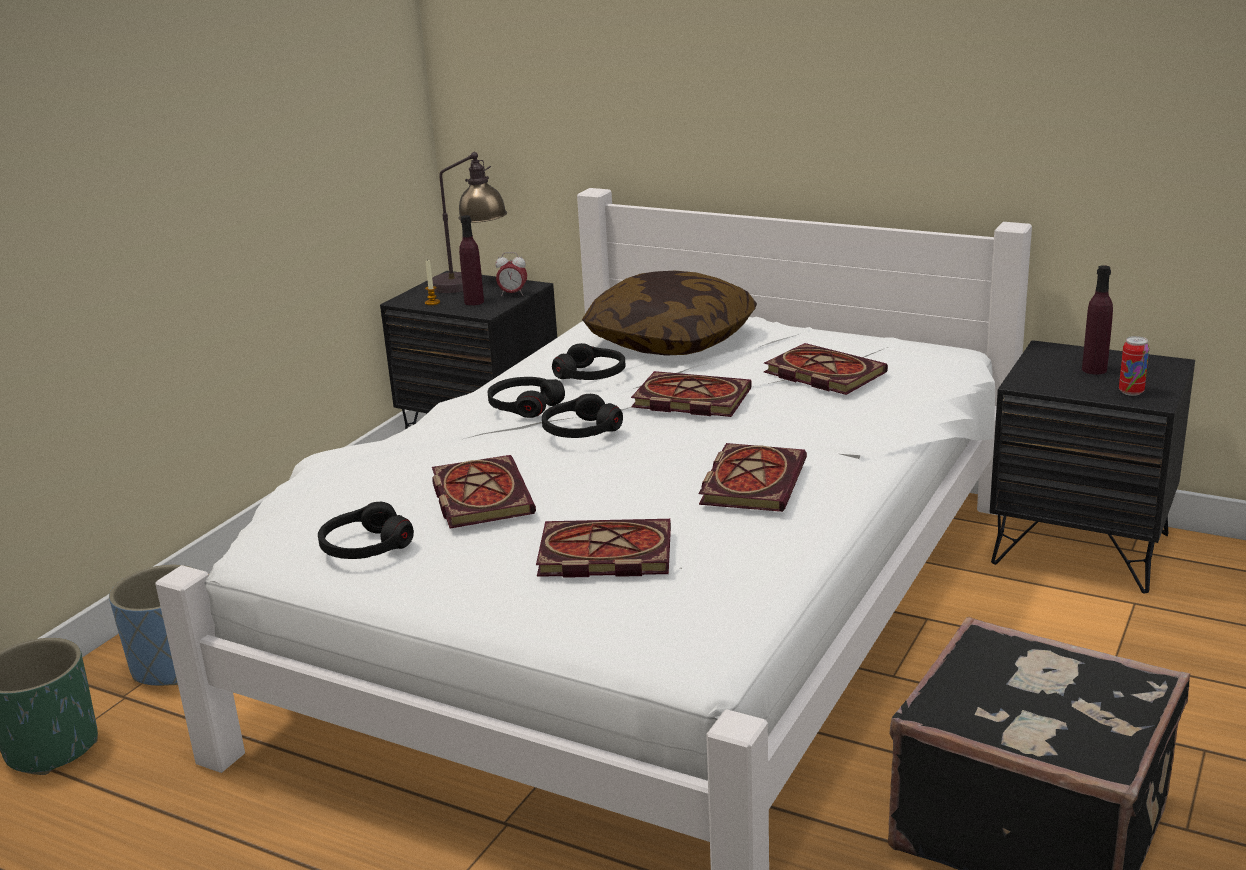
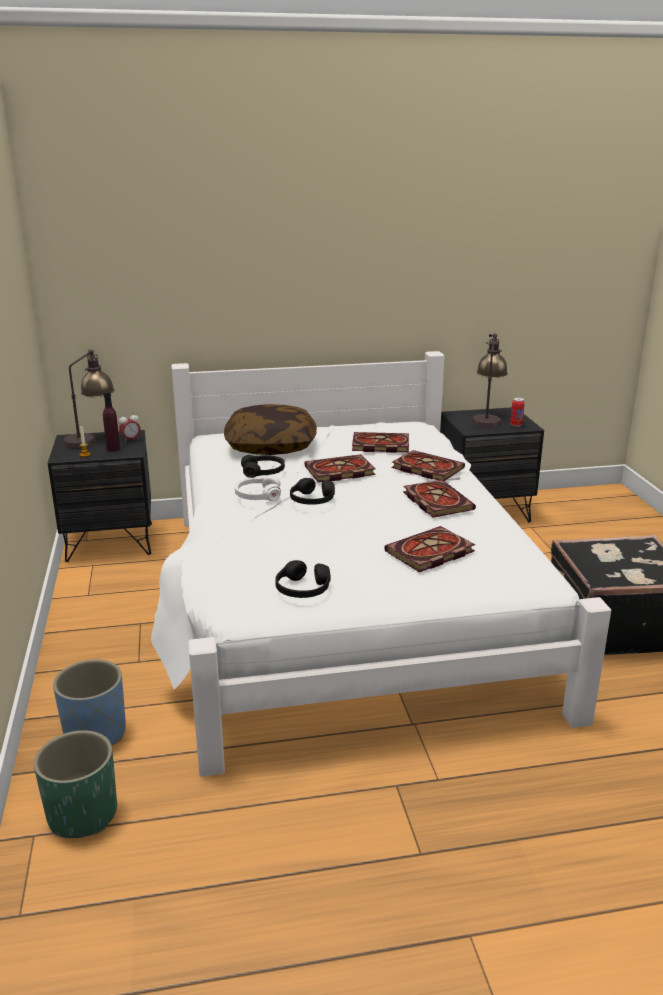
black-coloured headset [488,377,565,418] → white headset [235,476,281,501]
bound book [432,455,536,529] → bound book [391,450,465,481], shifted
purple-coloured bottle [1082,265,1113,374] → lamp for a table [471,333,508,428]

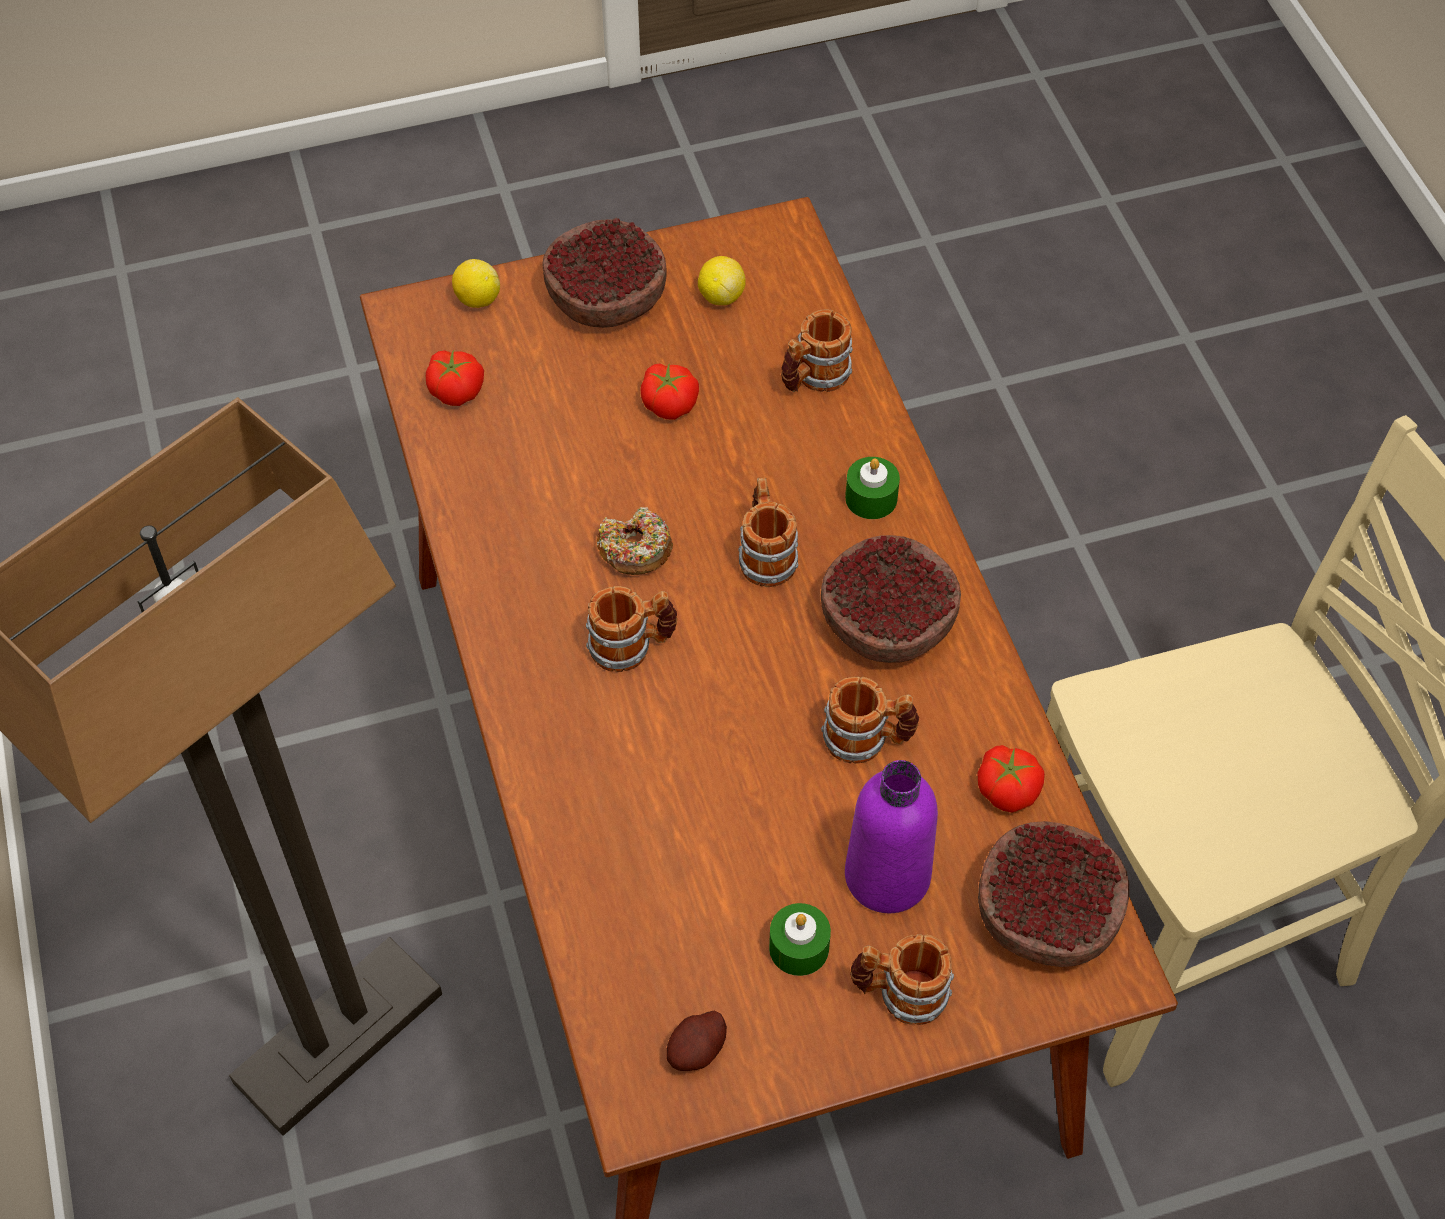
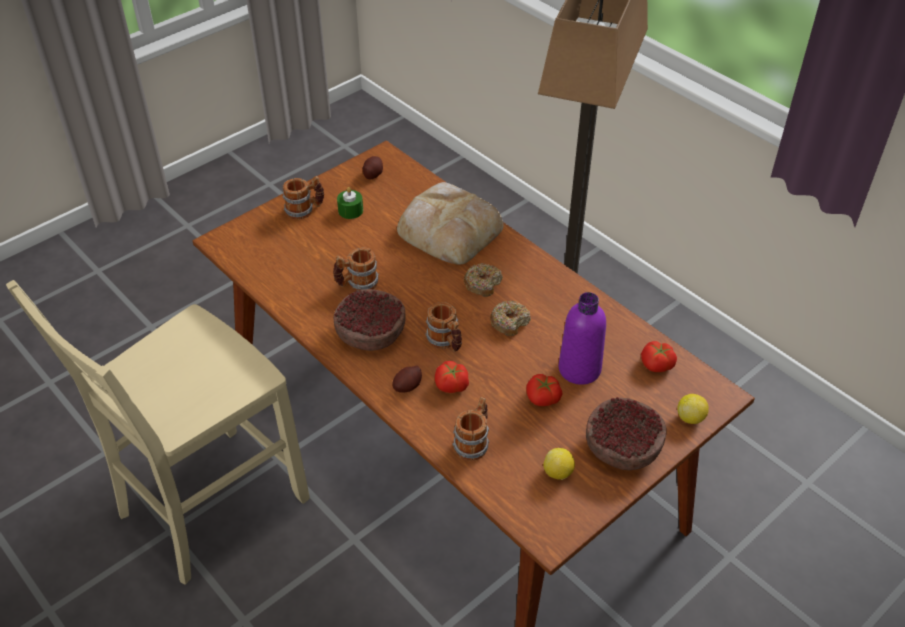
green candle [845,457,900,519] → whole potato [392,366,422,393]
- → bakery bread [397,182,504,265]
fresh tomato [978,745,1045,813] → fresh tomato [435,361,469,393], shifted
mug [586,586,677,672] → donut [464,263,503,297]
purple-coloured bottle [845,760,938,913] → purple-coloured bottle [559,292,606,385], shifted
serving bowl [978,821,1129,967] → -

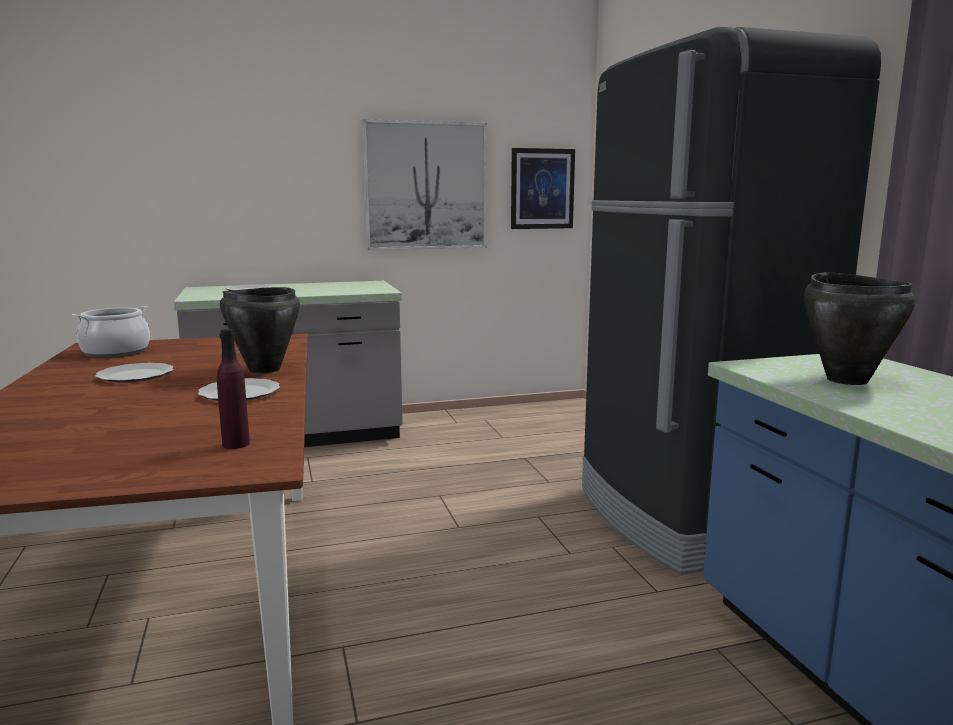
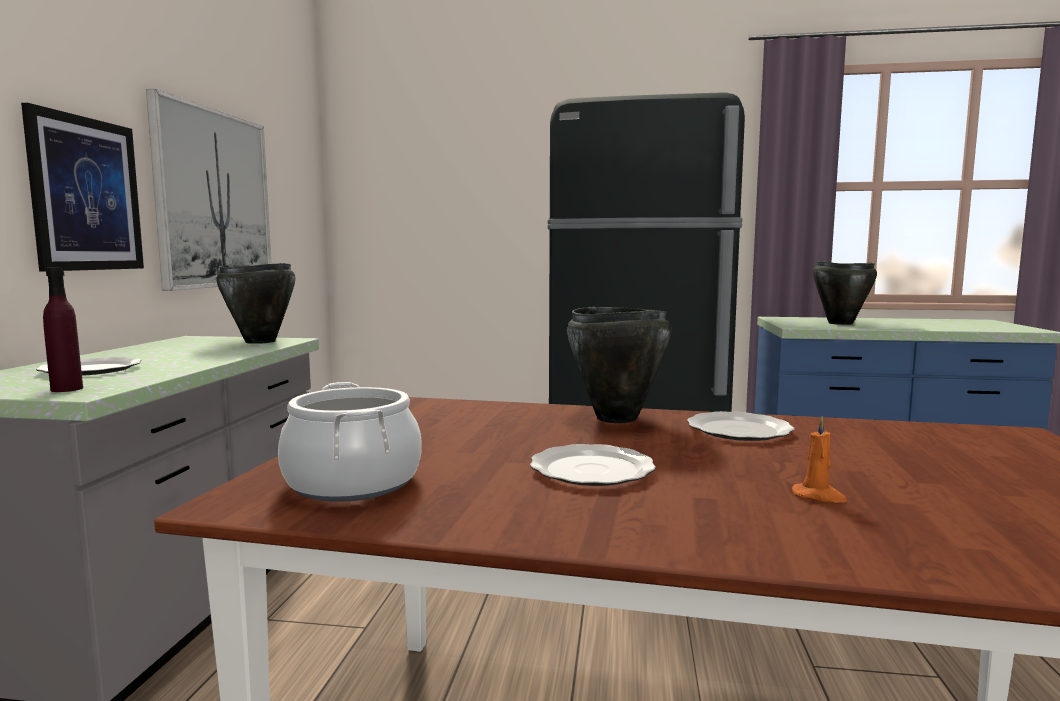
picture [511,148,575,229] → picture [21,103,144,271], shifted
purple-coloured bottle [217,329,250,449] → purple-coloured bottle [43,268,83,392], shifted
- → black-coloured cooking pot [216,263,295,344]
- → orange candle [792,416,847,503]

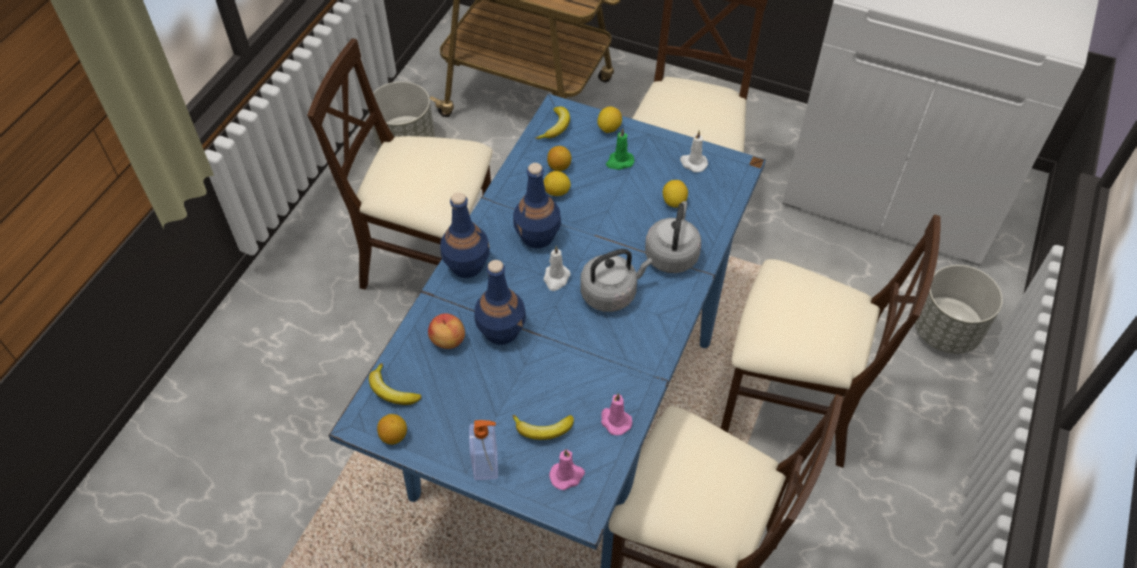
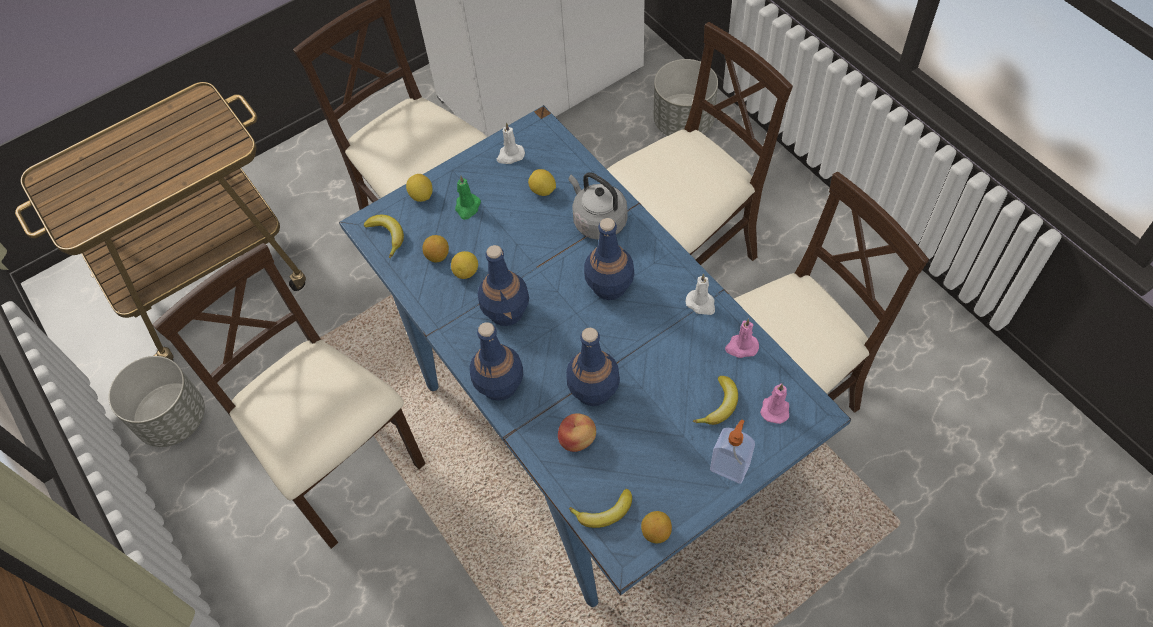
sand-coloured chair [307,39,493,290] → sand-coloured chair [152,243,426,549], 90 degrees clockwise
greyish kettle [580,249,653,312] → blue bottle [584,218,634,300]
white candle [544,246,571,291] → white candle [685,274,715,315], shifted

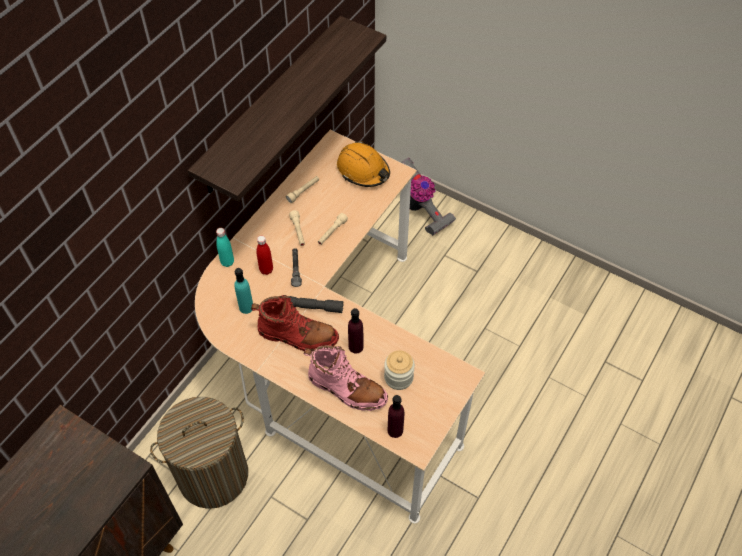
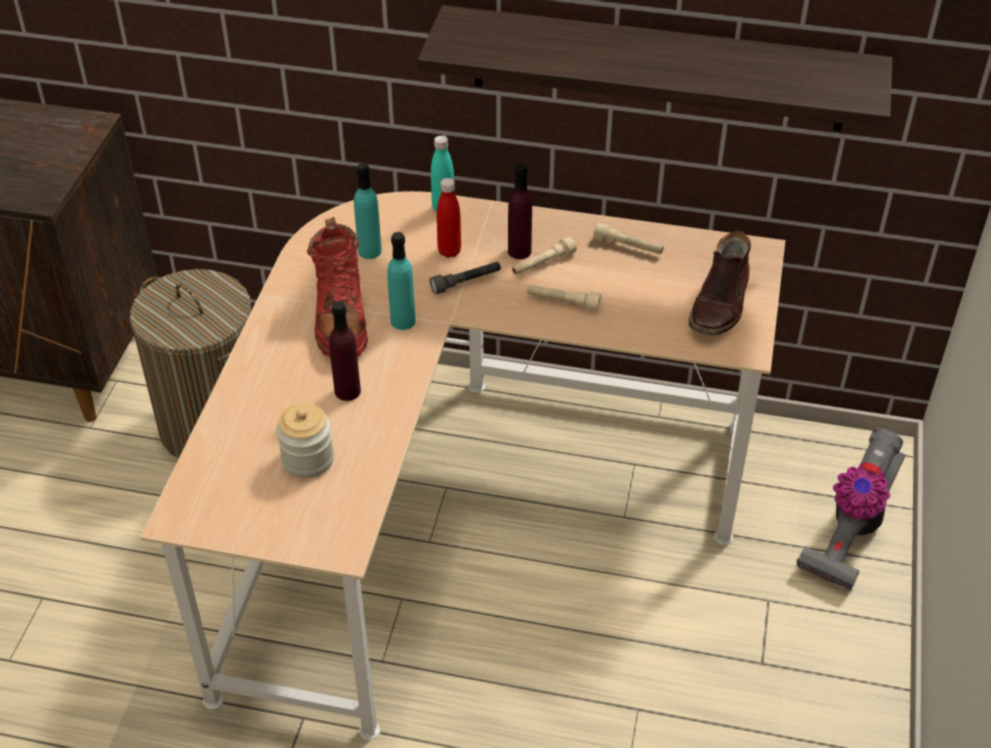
greyish flashlight [287,296,344,313] → turquoise bottle [387,232,416,330]
purple-coloured bottle [387,395,404,438] → purple-coloured bottle [508,163,532,259], shifted
orange work helmet [337,142,390,187] → brown boot [689,231,751,335]
pink-coloured boot [303,345,388,411] → -

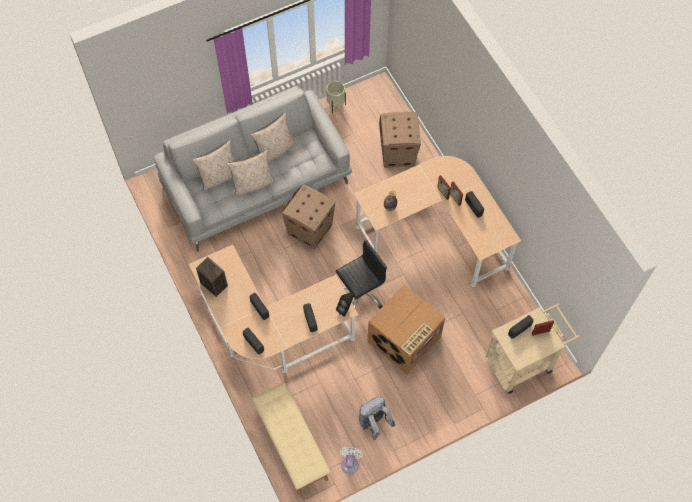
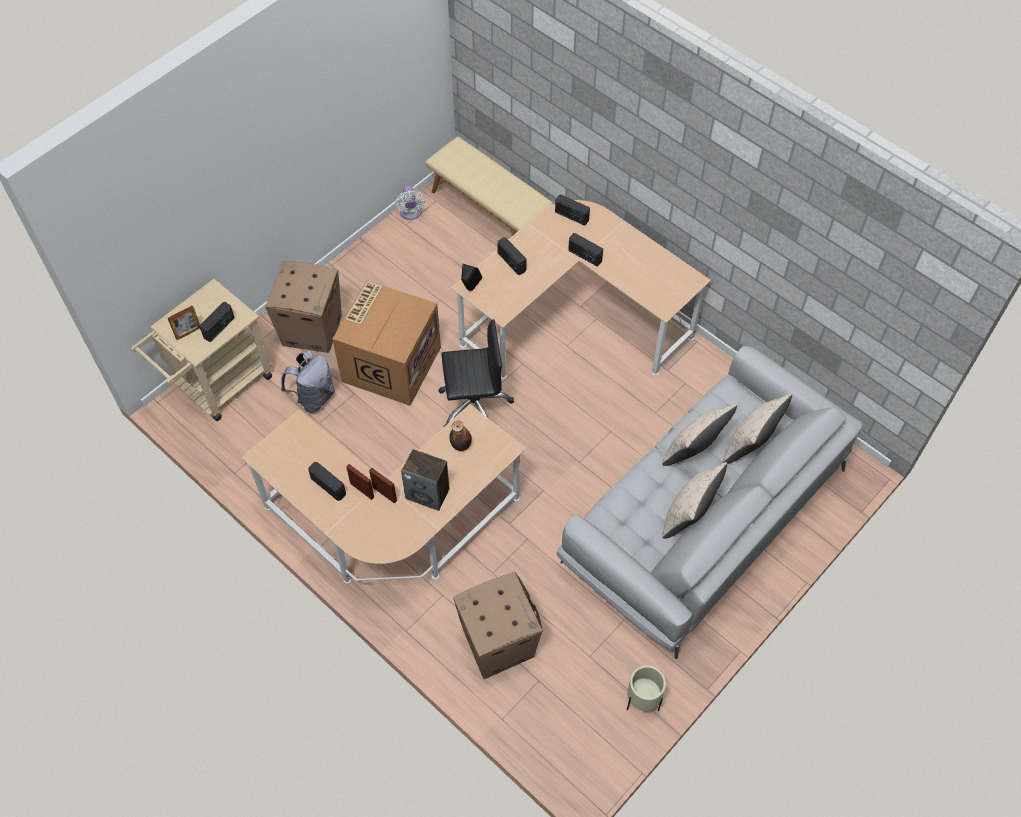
cardboard box [282,184,336,249] → cardboard box [265,261,342,353], shifted
greyish backpack [359,397,396,440] → greyish backpack [281,350,335,413], shifted
loudspeaker [196,257,228,297] → loudspeaker [401,449,449,511], shifted
black-coloured office chair [336,239,387,309] → black-coloured office chair [438,319,514,428], 135 degrees counterclockwise

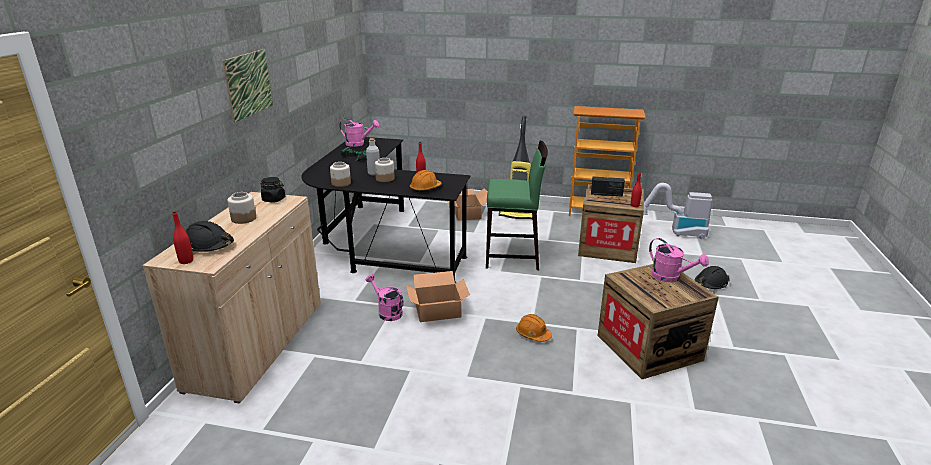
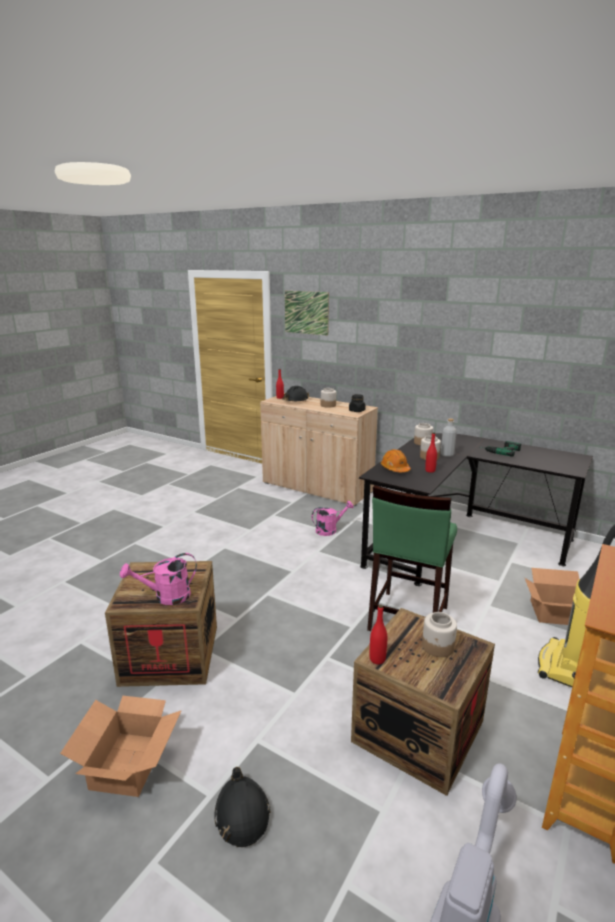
cardboard box [406,271,470,322] → cardboard box [60,696,182,797], shifted
picture [223,49,273,123] → picture [285,291,329,336], shifted
radio receiver [591,177,625,197] → jar [422,612,457,657]
pink-coloured watering pot [339,118,379,147] → -
orange work helmet [516,314,552,342] → -

